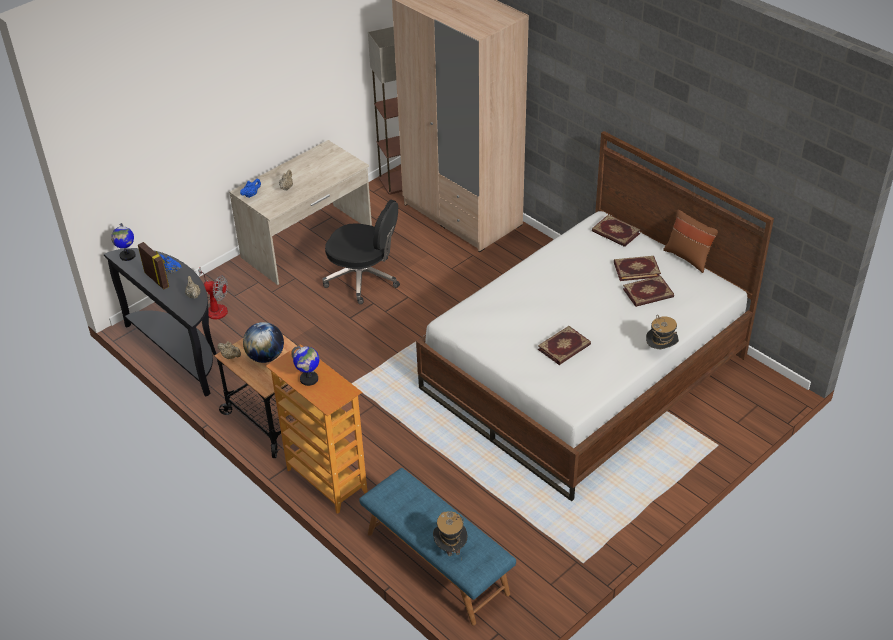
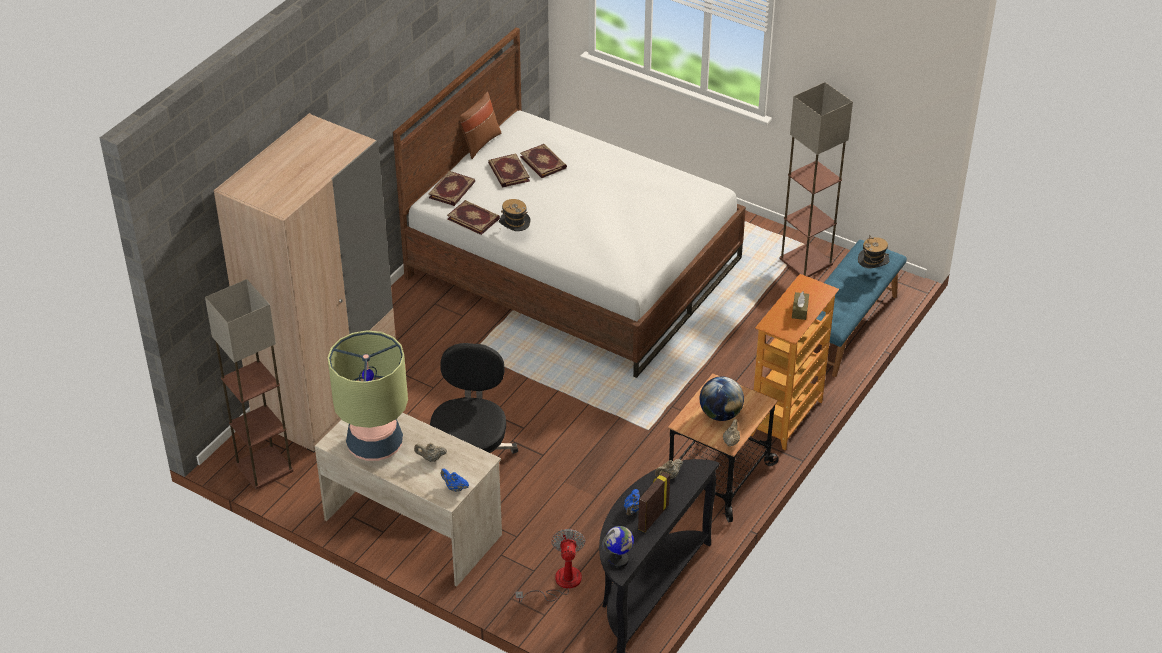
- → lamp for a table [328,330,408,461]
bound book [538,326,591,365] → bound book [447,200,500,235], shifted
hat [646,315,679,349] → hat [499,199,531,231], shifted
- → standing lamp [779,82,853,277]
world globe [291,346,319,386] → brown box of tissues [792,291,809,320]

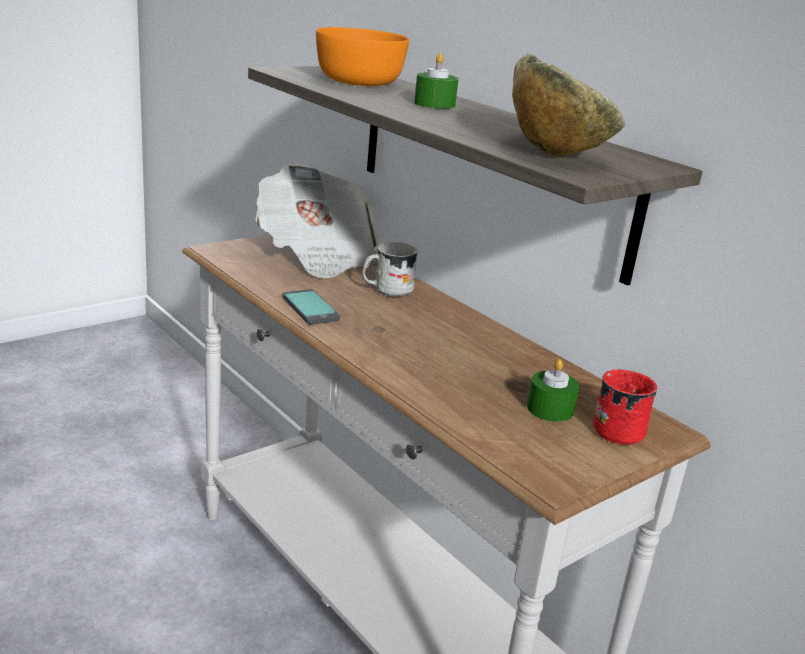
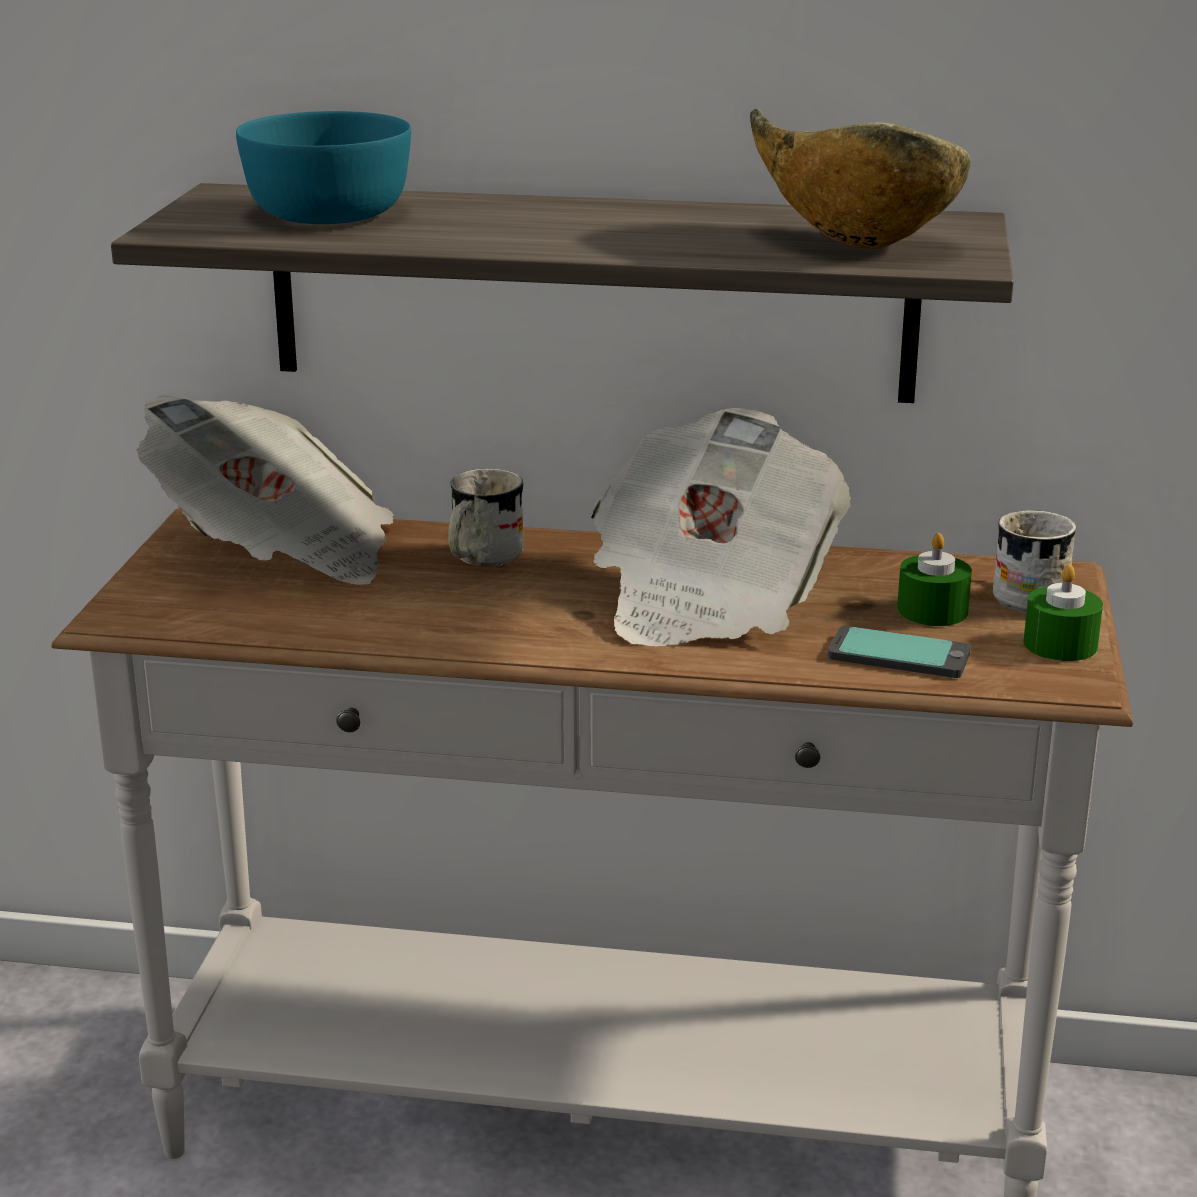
orange serving bowl [316,27,409,86] → turquoise serving bowl [236,111,411,224]
- → newspaper [591,408,851,647]
handset [282,289,340,325] → handset [828,626,971,678], shifted
red mug [593,369,657,445] → white mug [993,510,1076,613]
green candle [414,53,458,109] → green candle [1023,564,1103,661], shifted

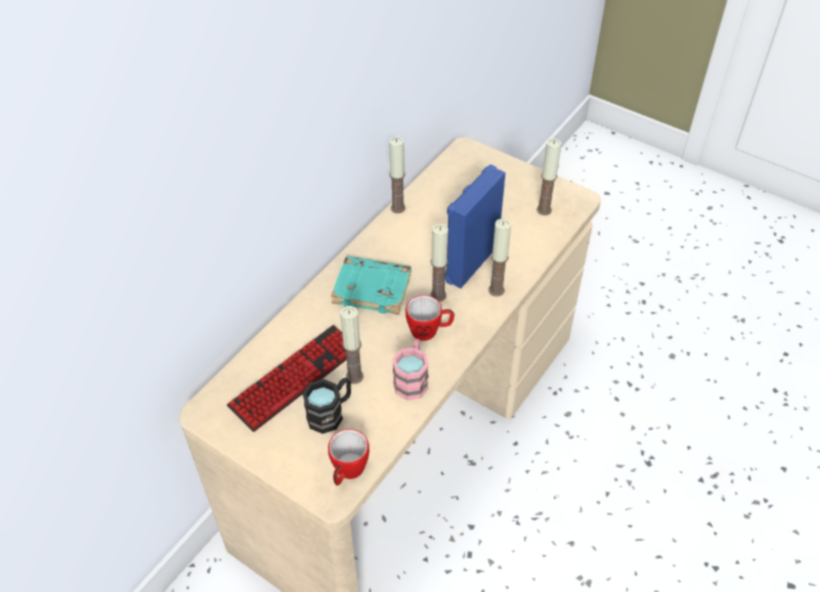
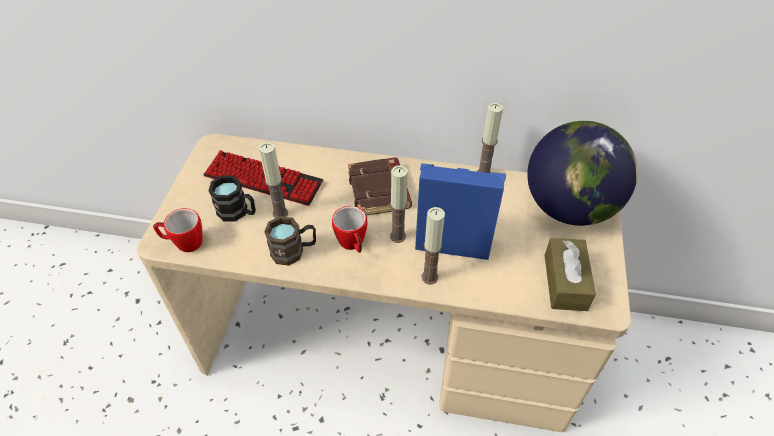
pink-coloured mug [393,339,429,400] → brown mug [264,216,316,266]
turquoise bound book [331,256,411,315] → brown bound book [348,158,412,215]
- → world globe [527,121,638,226]
candle [537,138,561,215] → brown box of tissues [545,238,596,311]

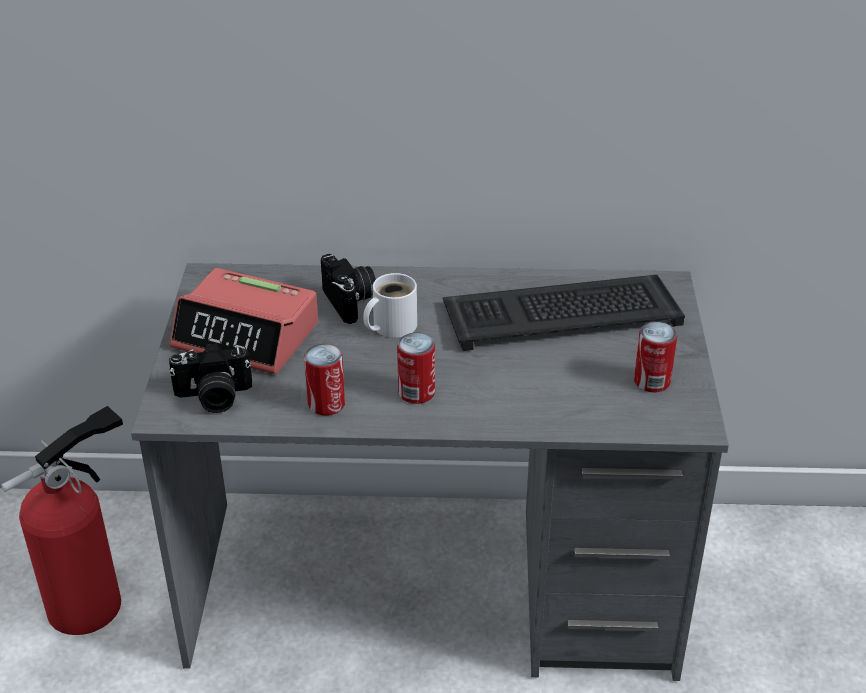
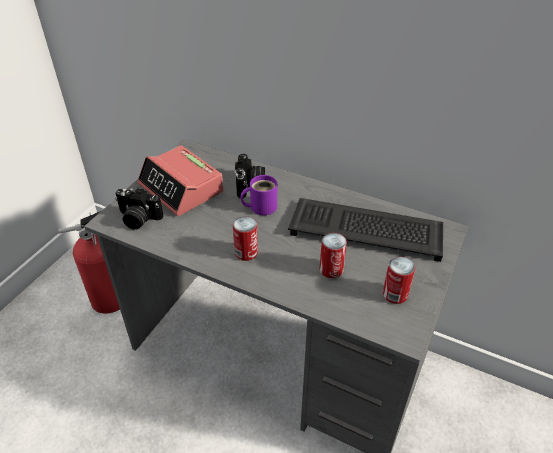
white mug [363,273,417,338] → purple-coloured mug [240,175,277,215]
can [304,344,345,416] → can [319,233,347,278], shifted

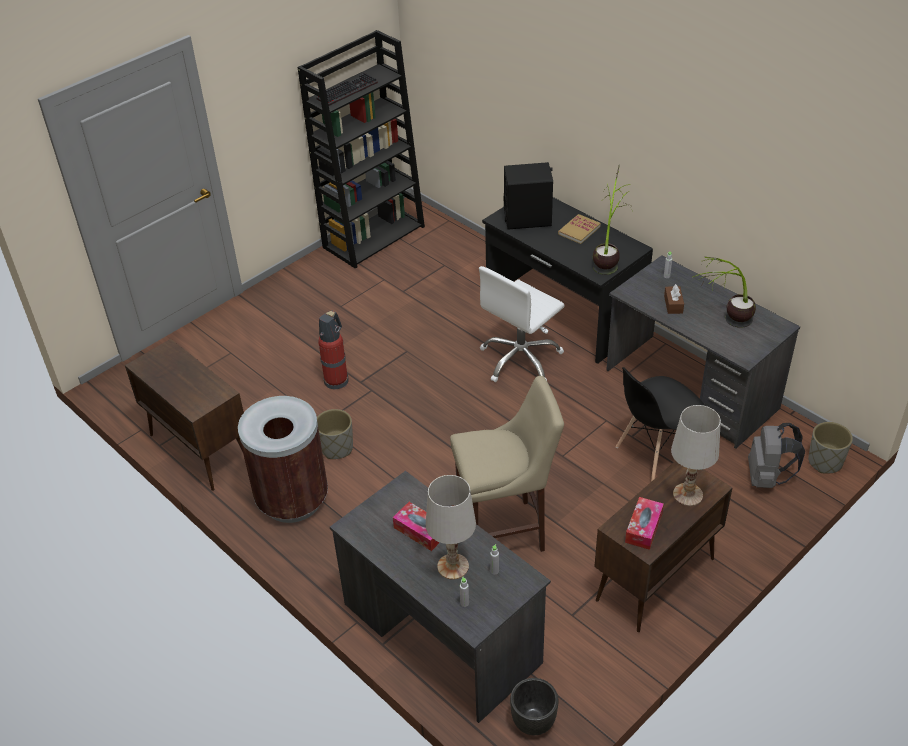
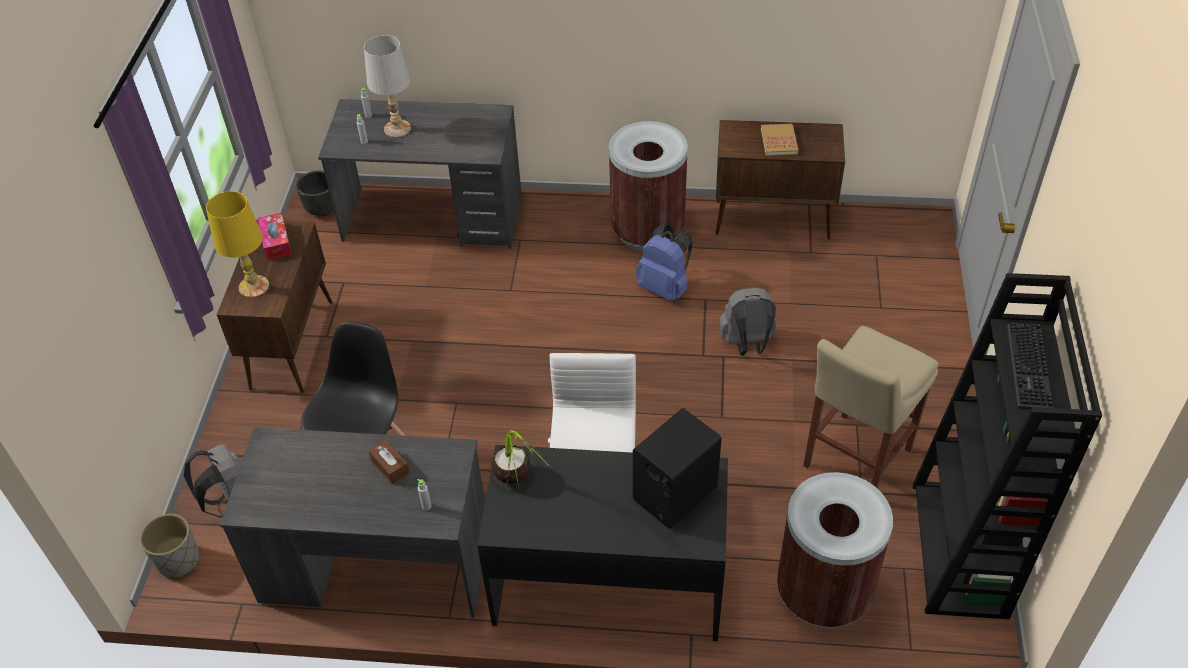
white lamp for a table [671,405,721,506] → yellow lamp for a table [206,191,269,298]
greyish flower pot [317,409,353,459] → blue backpack [636,223,693,301]
extinguisher [318,310,348,389] → greyish backpack [719,288,776,356]
bound book [558,214,601,244] → bound book [761,124,799,156], shifted
- → brown rubbish bin [777,472,893,628]
sand-coloured sitting stool [450,376,564,552] → sand-coloured sitting stool [803,326,938,489], shifted
box of tissues [393,502,440,551] → -
plant in a pot [694,257,756,328] → -

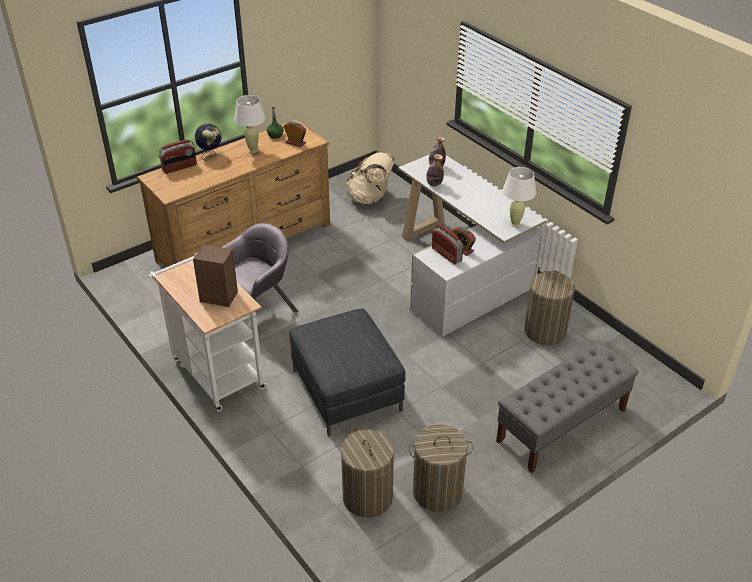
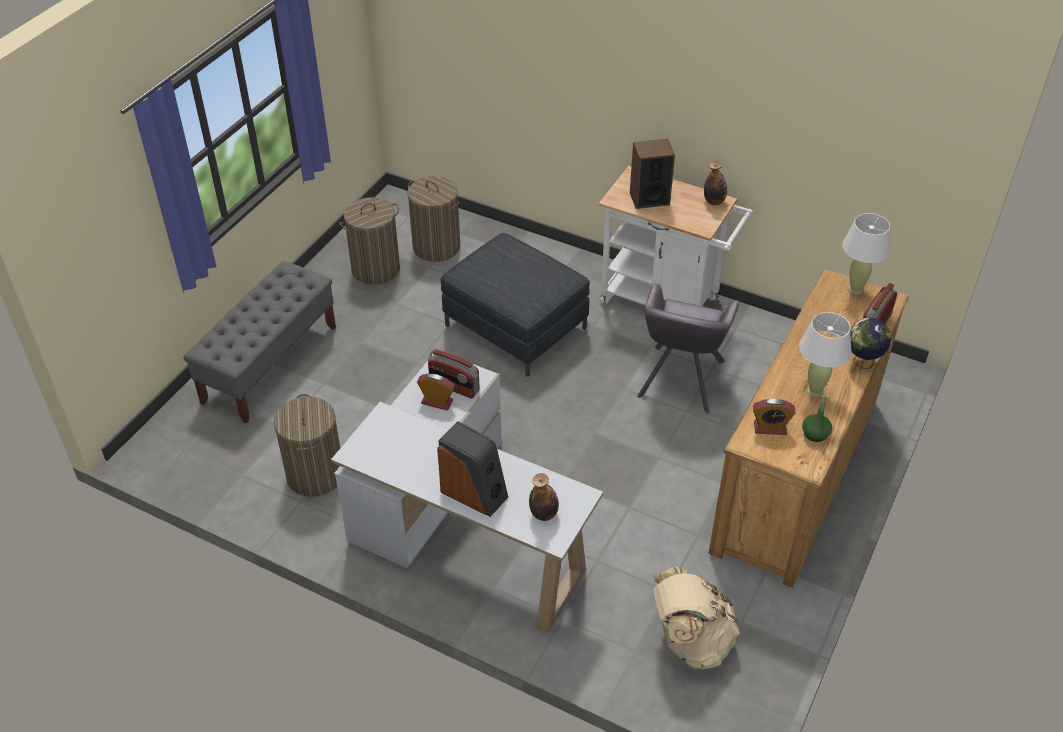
- → loudspeaker [437,421,508,517]
bottle [426,154,444,186] → bottle [704,161,727,205], shifted
white lamp for a table [503,167,536,227] → white lamp for a table [842,213,891,294], shifted

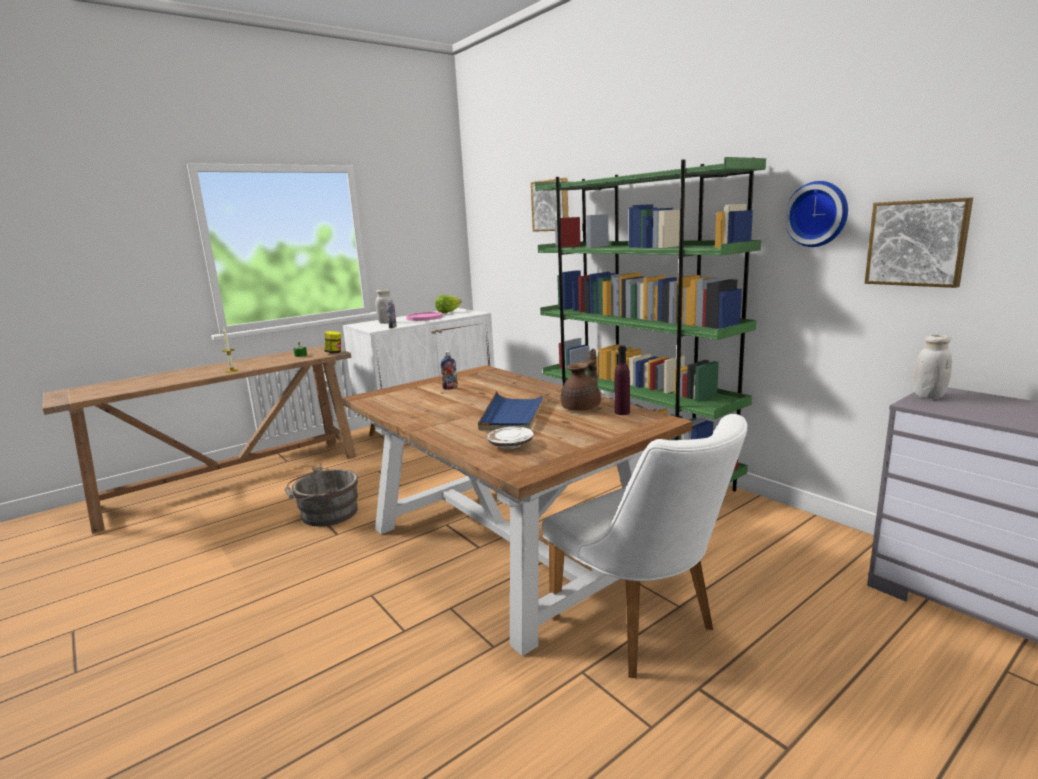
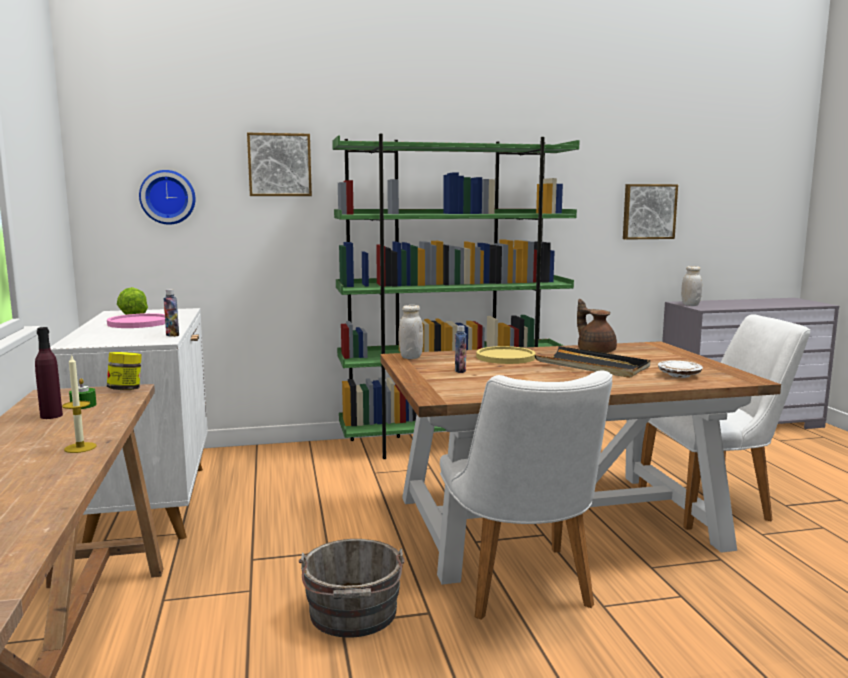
purple-coloured bottle [614,345,630,415] → purple-coloured bottle [35,327,63,419], shifted
wall clock [784,181,848,247] → wall clock [139,170,195,225], shifted
white jar [375,289,393,324] → white jar [398,305,423,359], shifted
- → white chair [440,370,613,620]
- → yellow plate [476,346,536,364]
blue serving tray [478,391,547,431] → black-coloured serving tray [535,346,650,378]

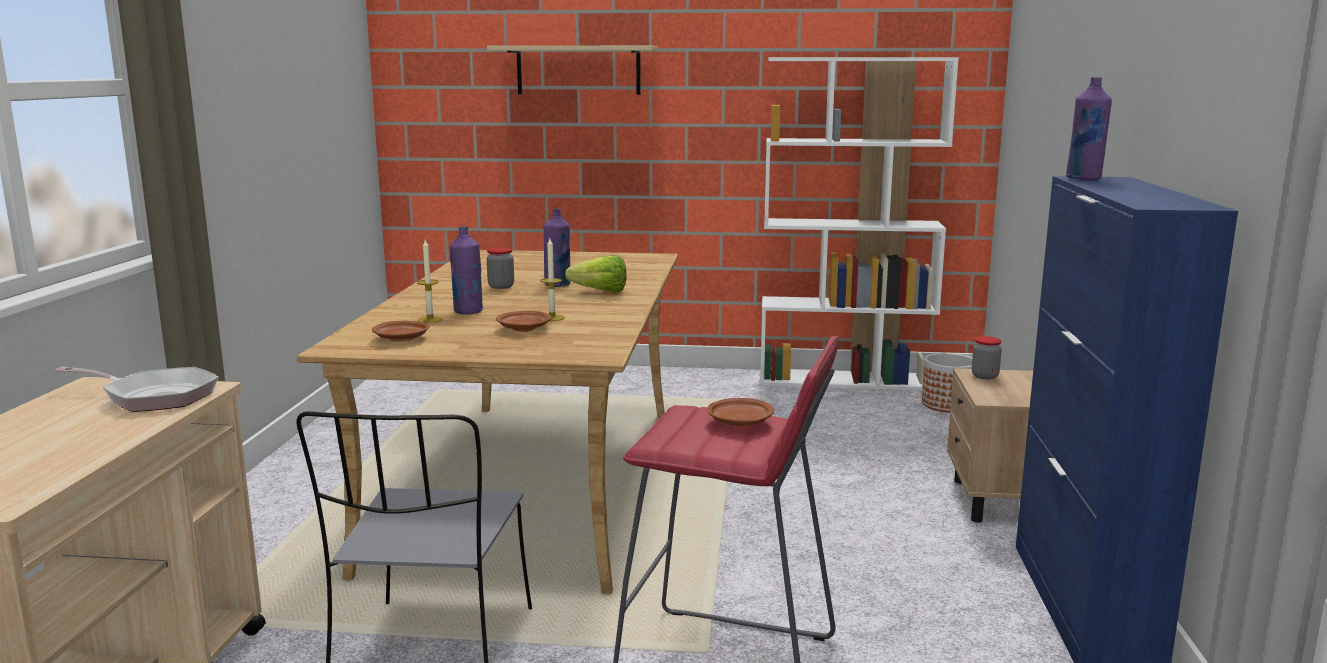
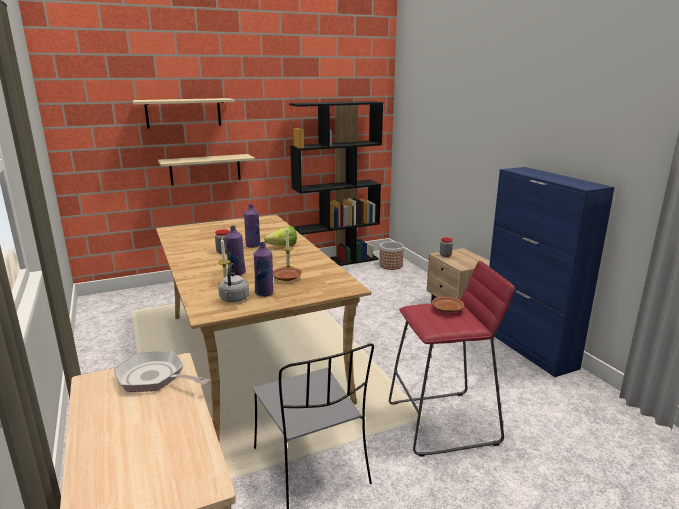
pan [55,366,219,412] → pan [114,351,211,392], 135 degrees counterclockwise
- → sand-coloured wall shelf [158,154,255,185]
brown plate [372,321,430,342] → greyish kettle [218,263,249,302]
purple-coloured bottle [1066,77,1112,180] → purple-coloured bottle [254,242,273,297], shifted
white bookcase [760,57,959,391] → black-coloured bookcase [289,101,383,266]

